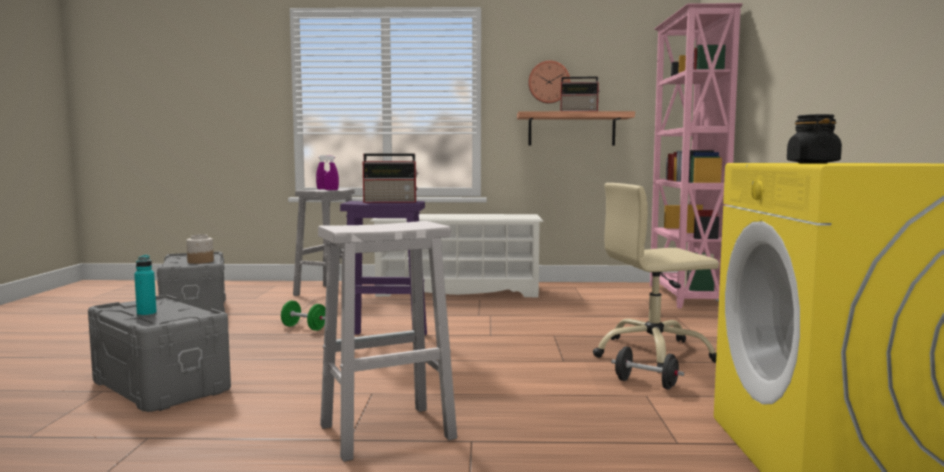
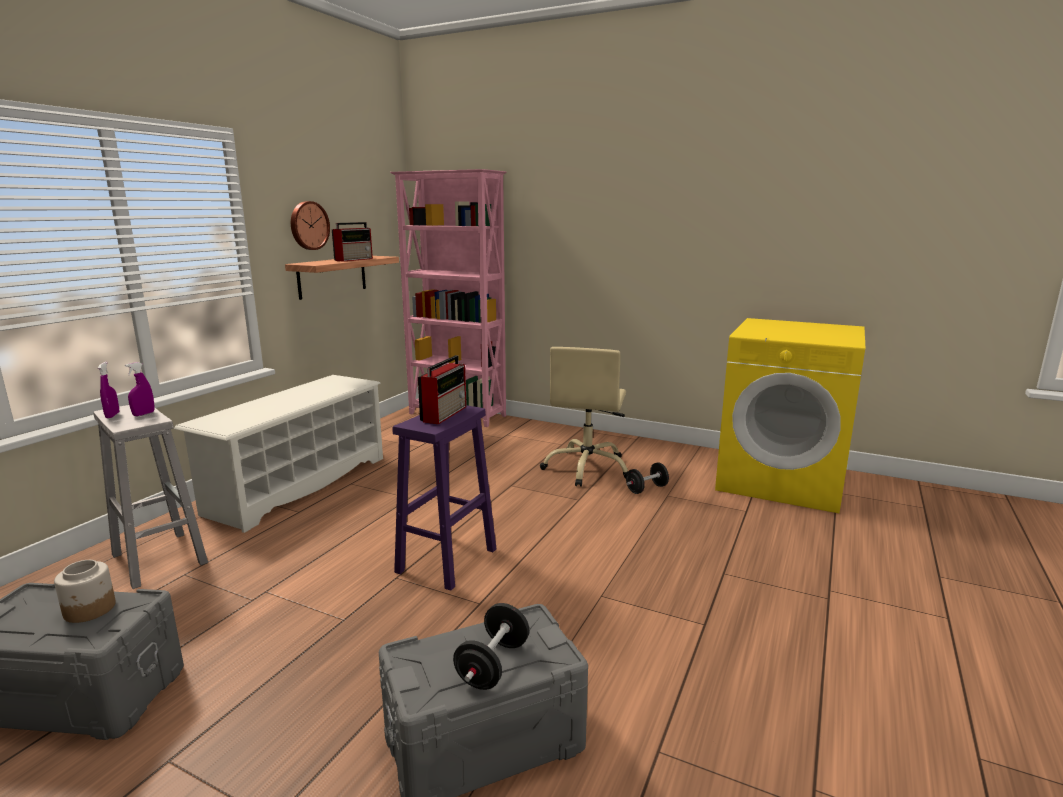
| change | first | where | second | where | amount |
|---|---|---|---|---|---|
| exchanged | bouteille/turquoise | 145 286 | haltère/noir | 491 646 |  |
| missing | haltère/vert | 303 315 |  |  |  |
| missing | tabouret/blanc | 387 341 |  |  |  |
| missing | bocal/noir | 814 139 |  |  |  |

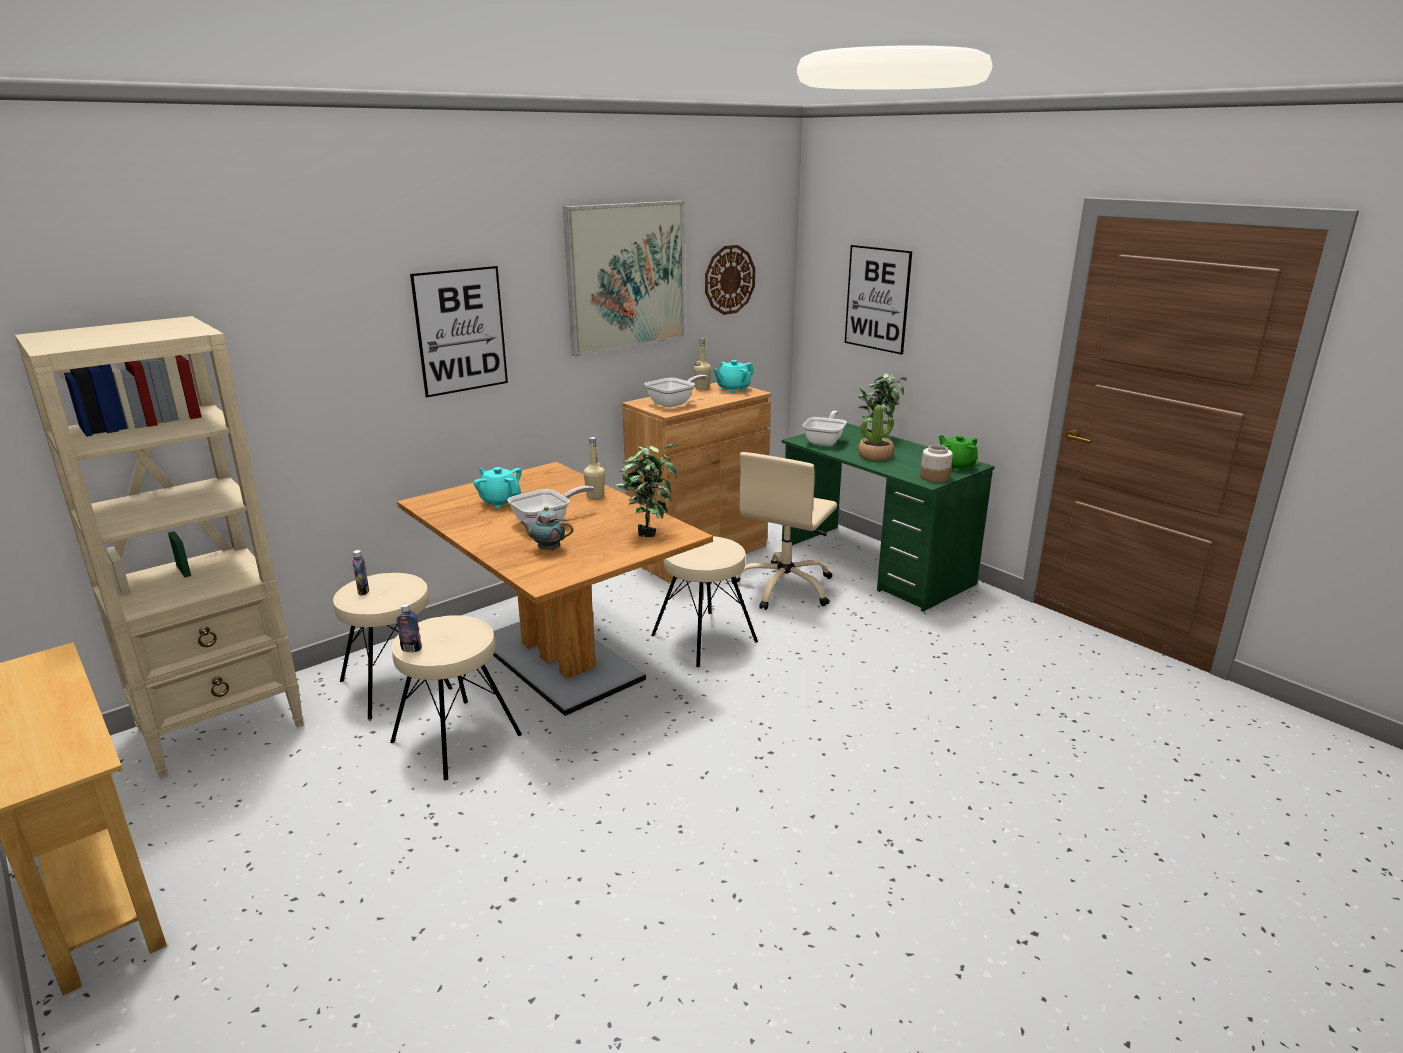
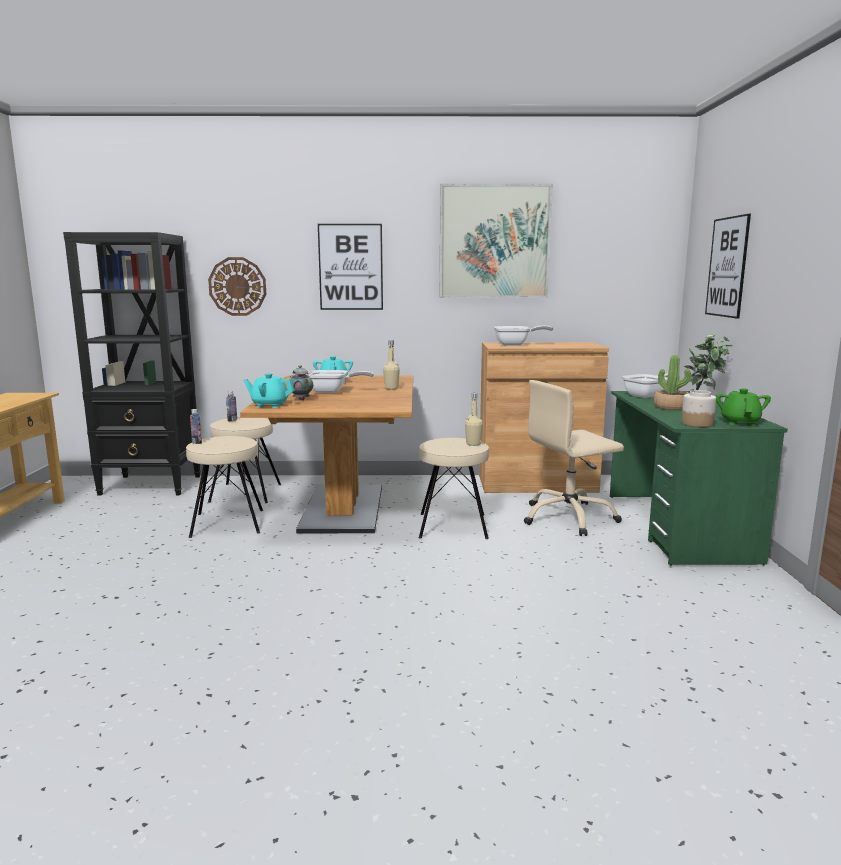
| change | first | where | second | where | amount |
|---|---|---|---|---|---|
| colour | bibliothèque/beige | 159 547 | bibliothèque/noir | 132 364 |  |
| missing | plante en pot | 647 490 |  |  |  |
| relocated | bouteille/beige | 702 364 |  | 474 419 |  |
| relocated | horloge murale | 730 280 |  | 237 286 |  |
| relocated | théière/turquoise | 734 376 |  | 268 390 |  |

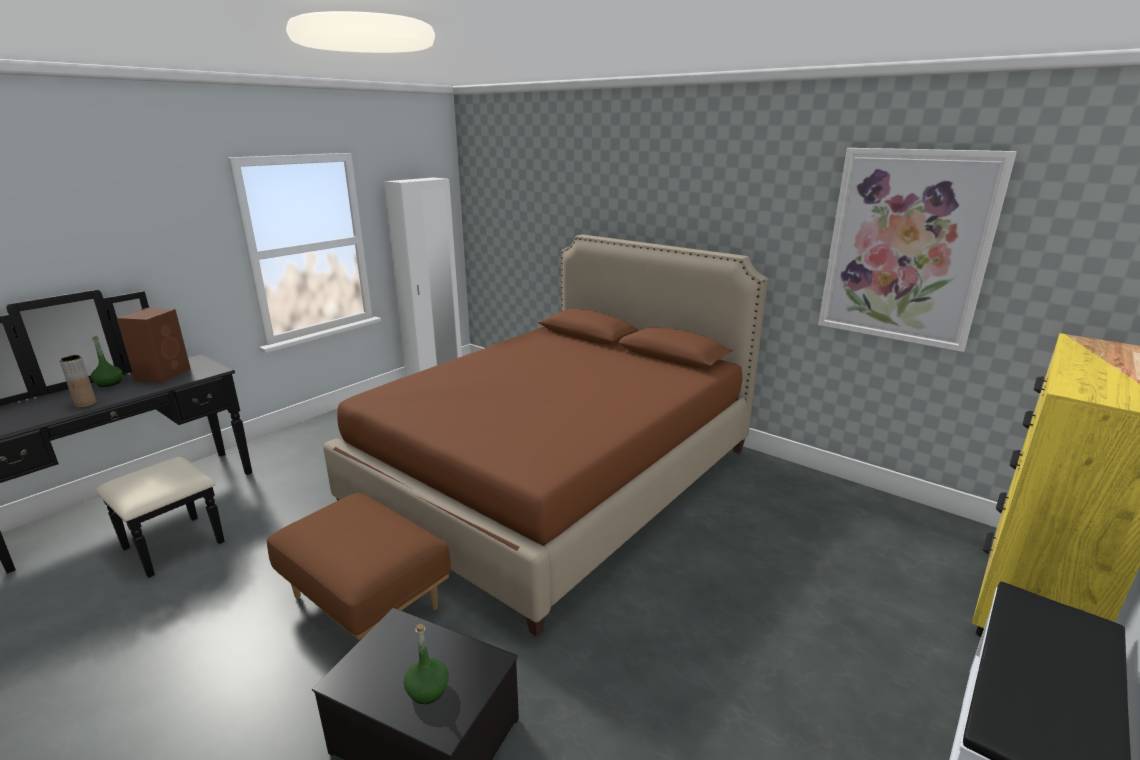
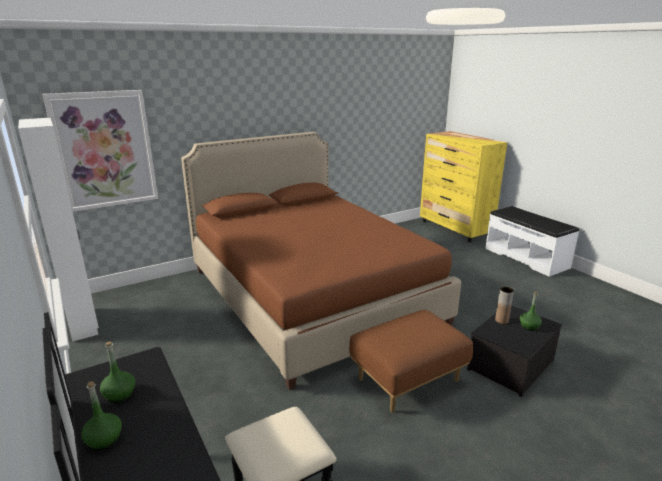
| change | first | where | second | where | amount |
|---|---|---|---|---|---|
| relocated | vase/marron | 77 381 |  | 504 305 |  |
| exchanged | enceinte/marron | 154 345 | bouteille/vert | 117 372 |  |
| relocated | tableau | 917 250 |  | 100 151 |  |

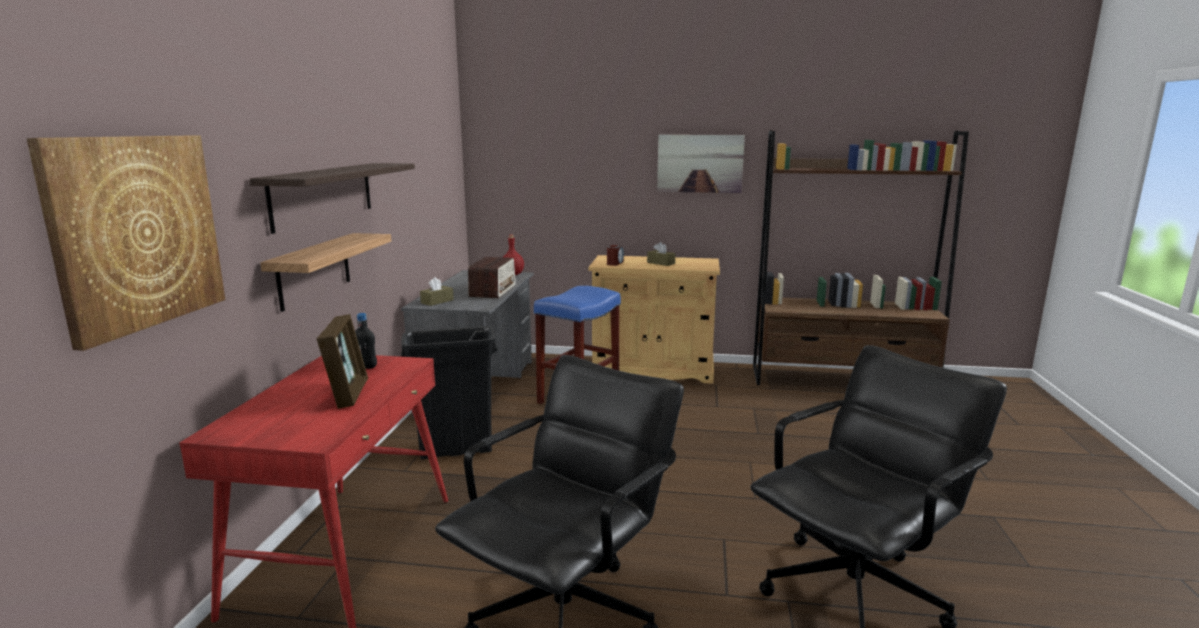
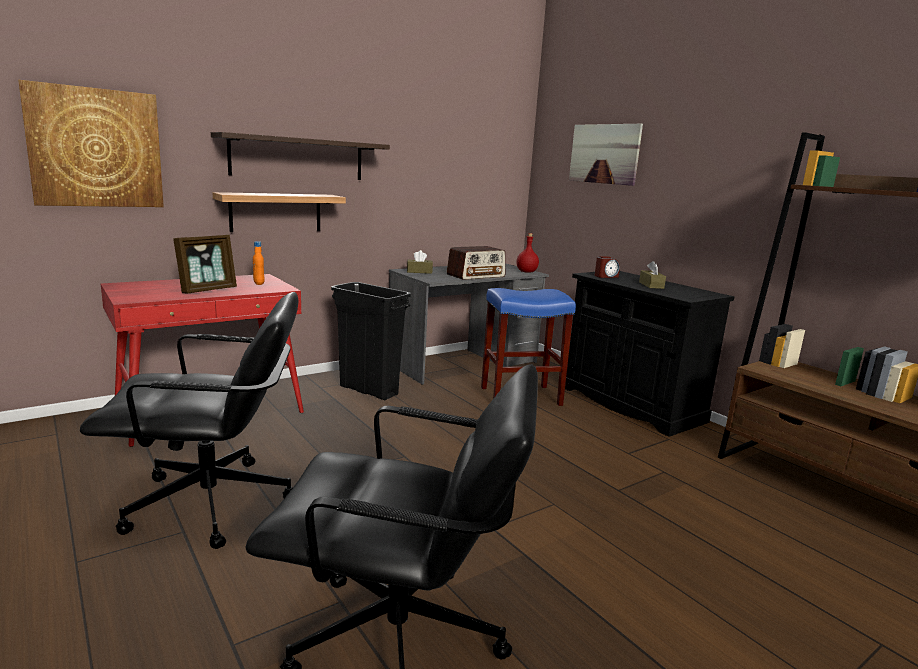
| change | first | where | second | where | amount |
|---|---|---|---|---|---|
| colour | bouteille/noir | 366 341 | bouteille/orange | 259 263 |  |
| colour | meuble de rangement/beige | 654 319 | meuble de rangement/noir | 649 354 |  |
| relocated | tableau | 701 164 |  | 606 155 |  |

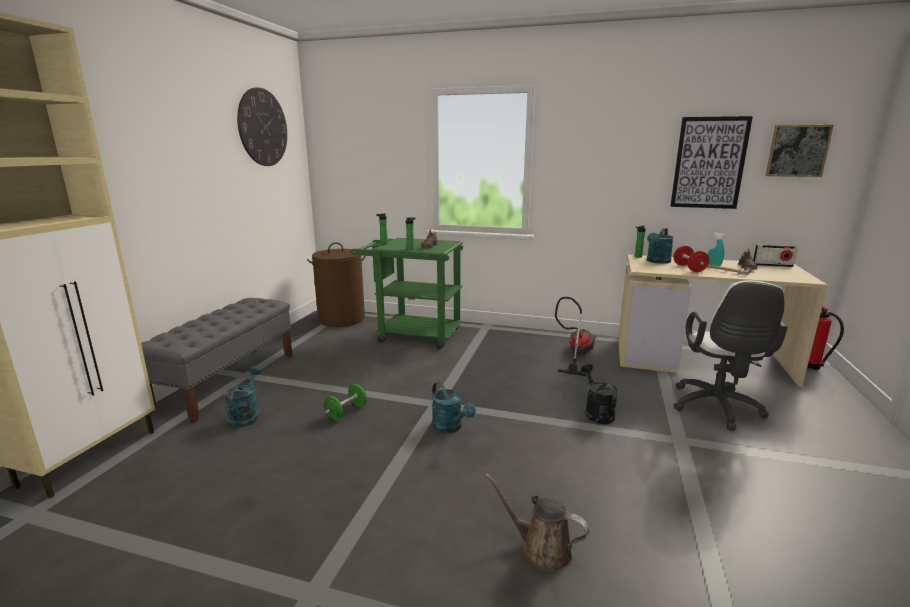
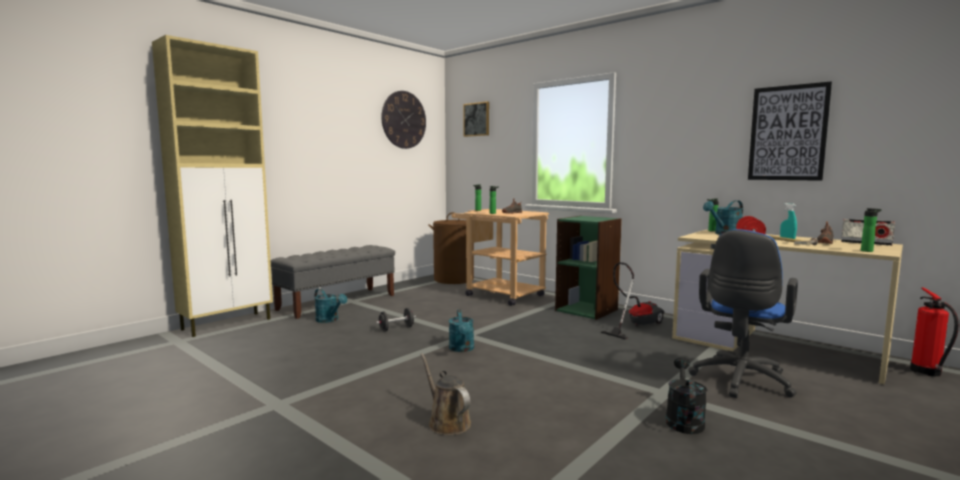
| change | first | where | second | where | amount |
|---|---|---|---|---|---|
| spun | arrosoir/turquoise | 242 397 |  | 331 306 | 105 degrees clockwise |
| colour | haltère/vert | 346 402 | haltère/noir | 396 320 |  |
| colour | chariot/vert | 406 294 | chariot/beige | 500 257 |  |
| relocated | arrosoir/noir | 599 394 |  | 686 396 |  |
| colour | chaise de bureau/blanc | 730 355 | chaise de bureau/bleu | 743 313 |  |
| relocated | tableau | 800 151 |  | 476 119 |  |
| appeared |  |  | bibliothèque/vert | 588 268 |  |
| appeared |  |  | bouteille | 871 230 |  |

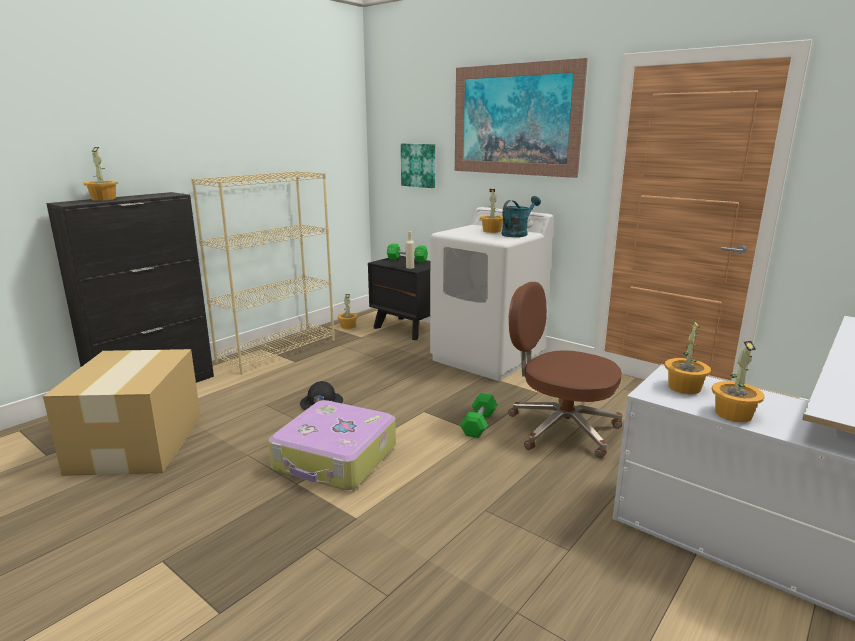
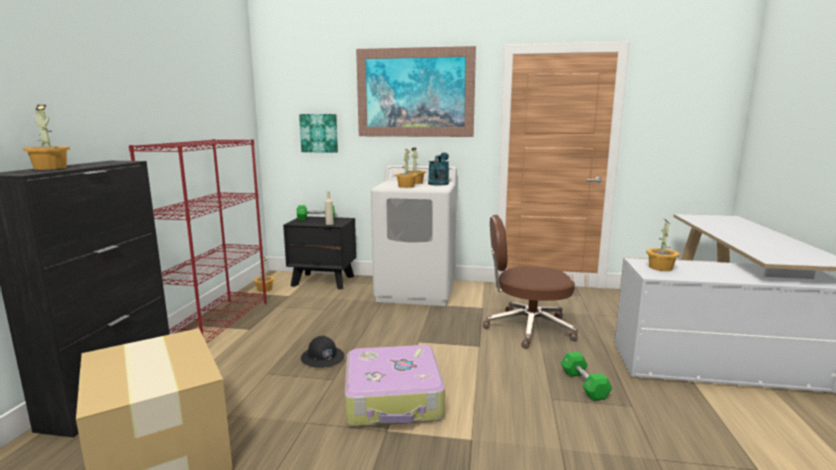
| change | first | where | second | where | amount |
|---|---|---|---|---|---|
| colour | bibliothèque/beige | 263 272 | bibliothèque/rouge | 198 241 |  |
| relocated | haltère/vert | 478 415 |  | 586 376 |  |
| relocated | plante en pot | 738 381 |  | 406 168 |  |

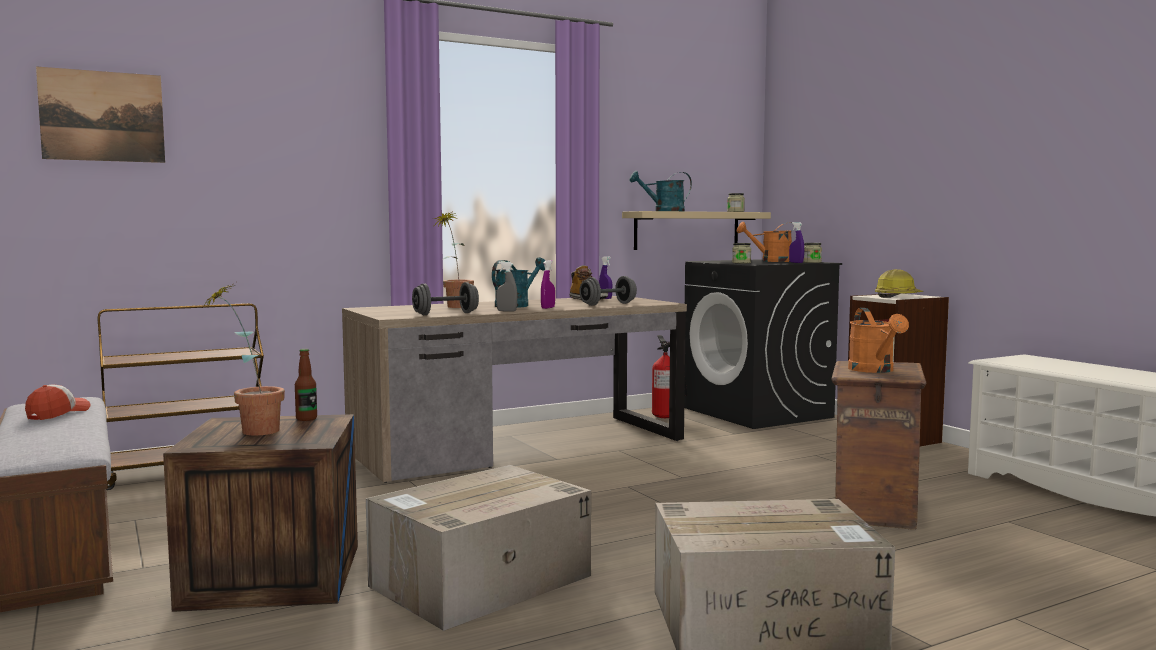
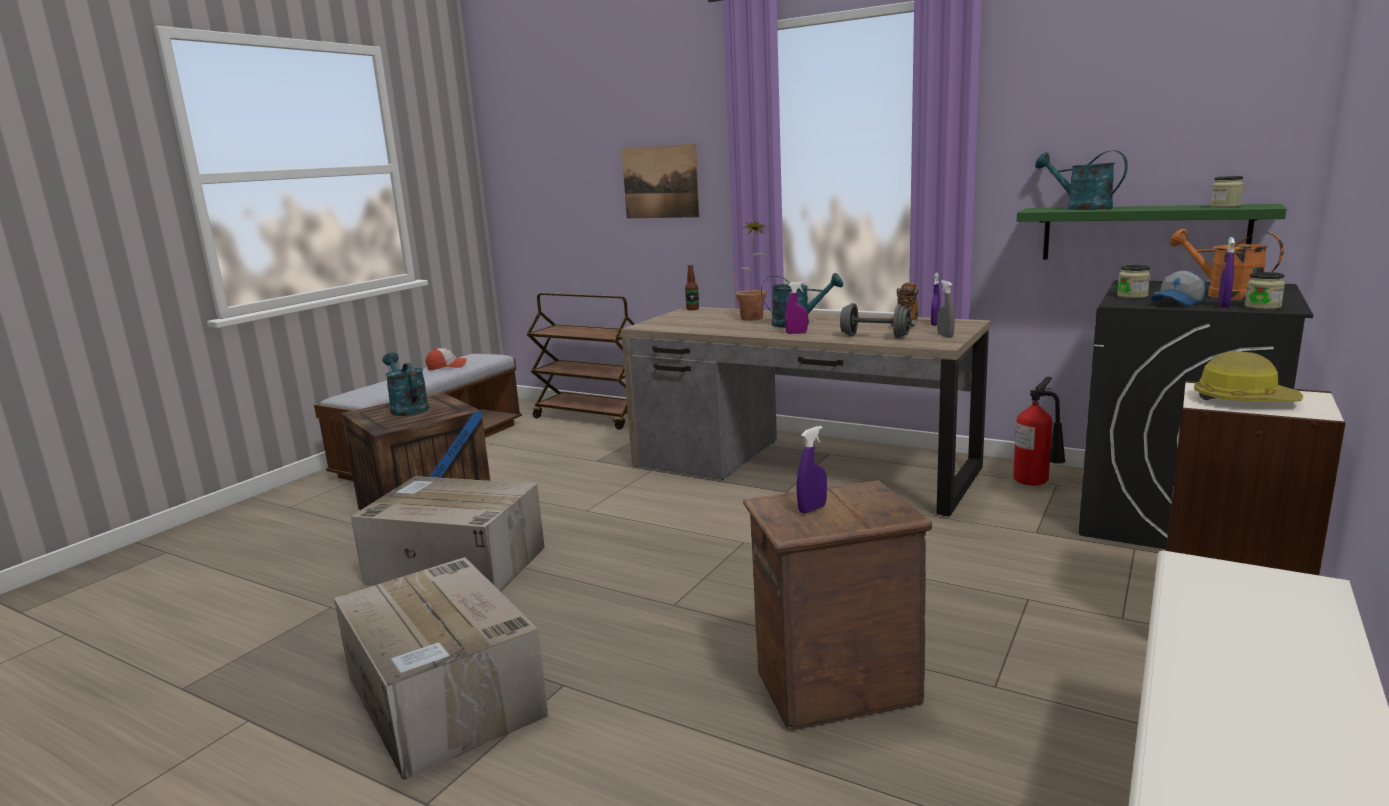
| change | first | where | second | where | amount |
|---|---|---|---|---|---|
| relocated | tableau | 100 114 |  | 661 181 |  |
| exchanged | plante en pot | 245 359 | arrosoir/turquoise | 405 384 |  |
| relocated | bouteille | 306 385 |  | 692 287 |  |
| missing | haltère/gris | 445 298 |  |  |  |
| relocated | vaporisateur/gris | 506 287 |  | 946 309 |  |
| colour | étagère/beige | 696 230 | étagère/vert | 1152 232 |  |
| exchanged | arrosoir/orange | 878 340 | vaporisateur/violet | 811 469 |  |
| appeared |  |  | casquette | 1179 288 |  |

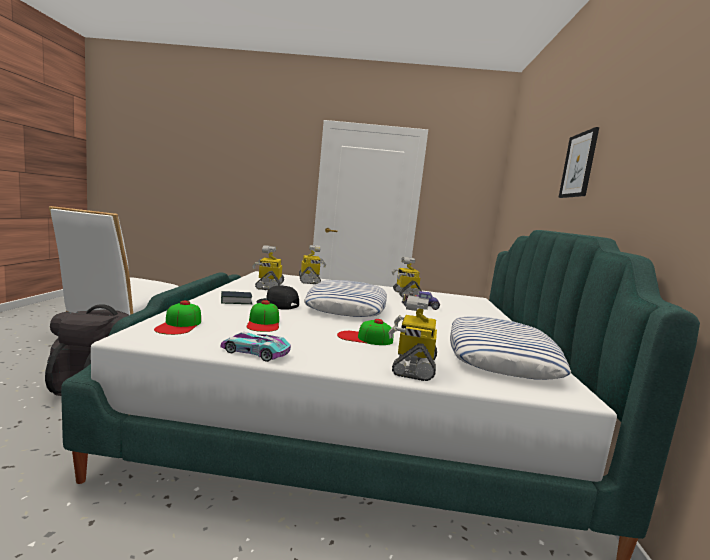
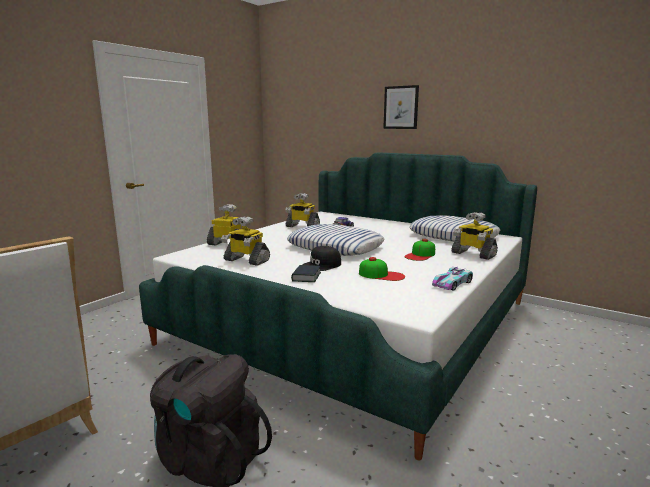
| change | first | where | second | where | amount |
|---|---|---|---|---|---|
| missing | casquette | 177 318 |  |  |  |

